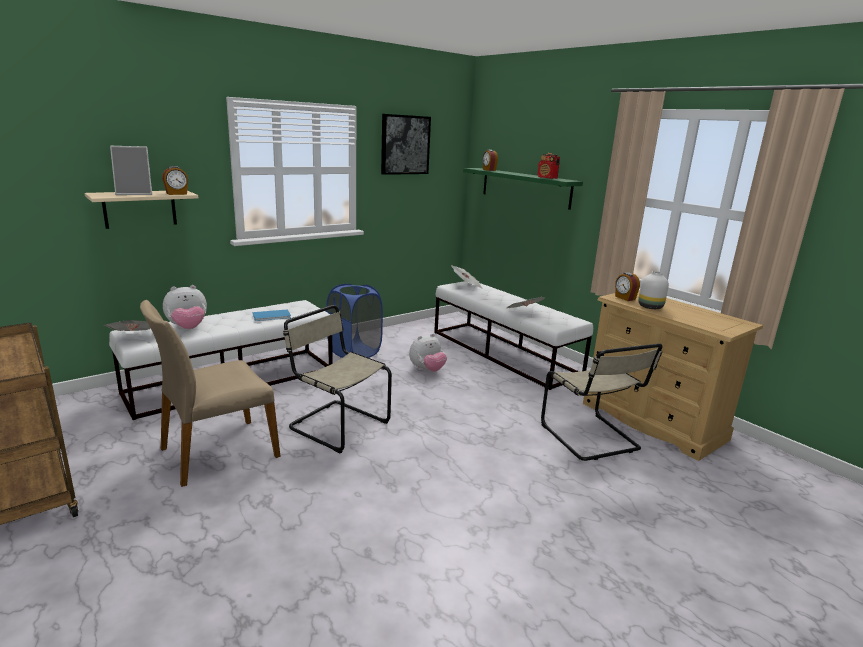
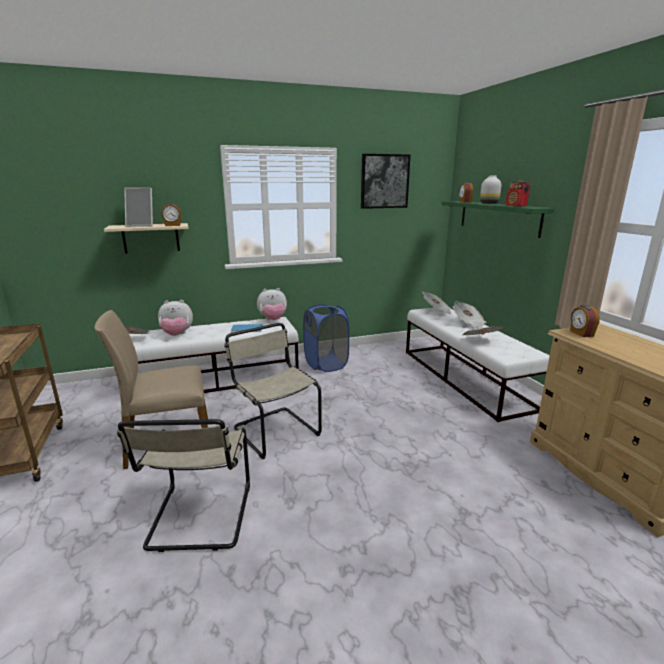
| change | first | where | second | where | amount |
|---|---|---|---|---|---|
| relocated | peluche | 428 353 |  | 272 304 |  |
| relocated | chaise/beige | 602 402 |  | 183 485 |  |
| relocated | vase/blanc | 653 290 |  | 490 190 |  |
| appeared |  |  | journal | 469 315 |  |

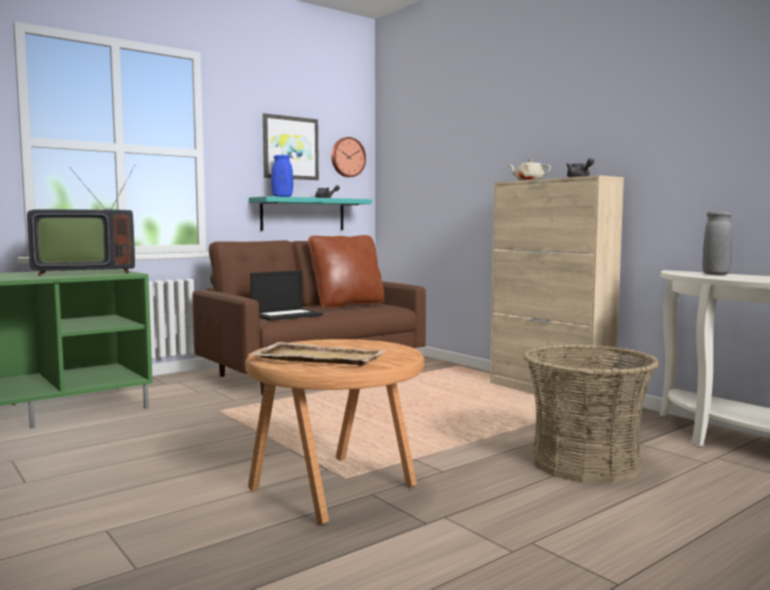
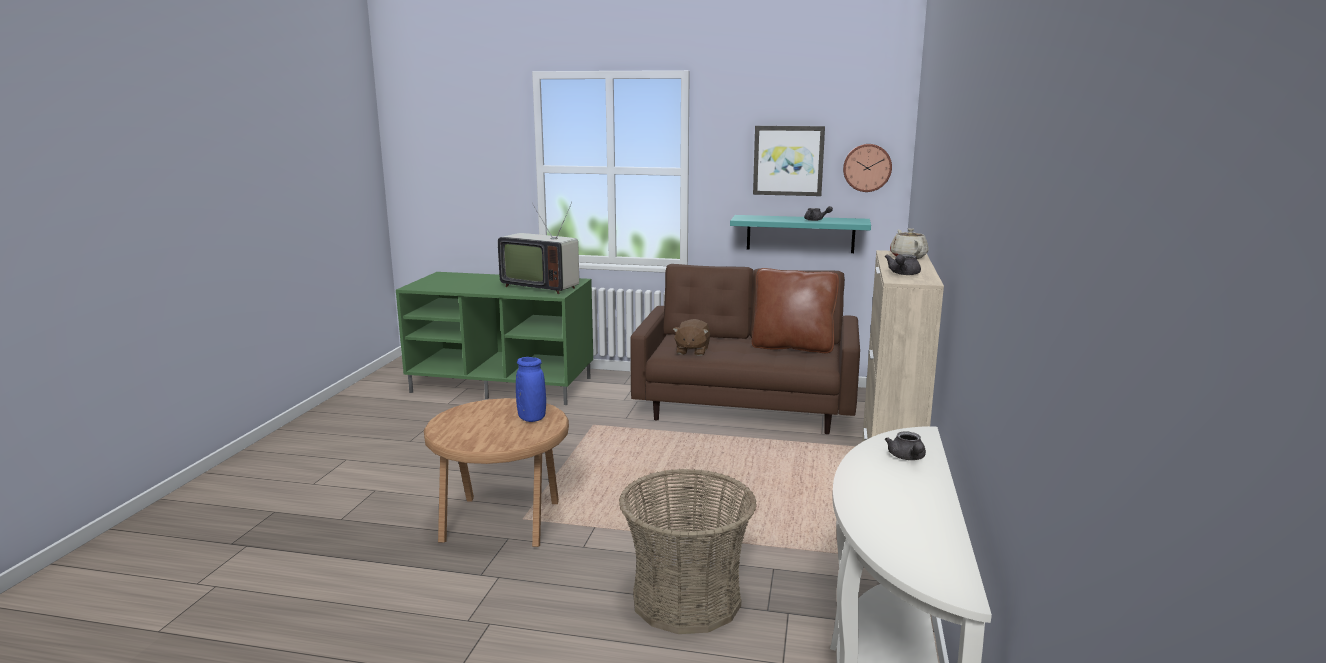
| change | first | where | second | where | amount |
|---|---|---|---|---|---|
| missing | plateau/beige | 317 354 |  |  |  |
| exchanged | ordinateur portable | 286 295 | peluche/marron | 691 337 |  |
| relocated | vase/bleu | 282 176 |  | 531 389 |  |
| exchanged | vase/gris | 717 243 | théière/gris | 905 445 |  |

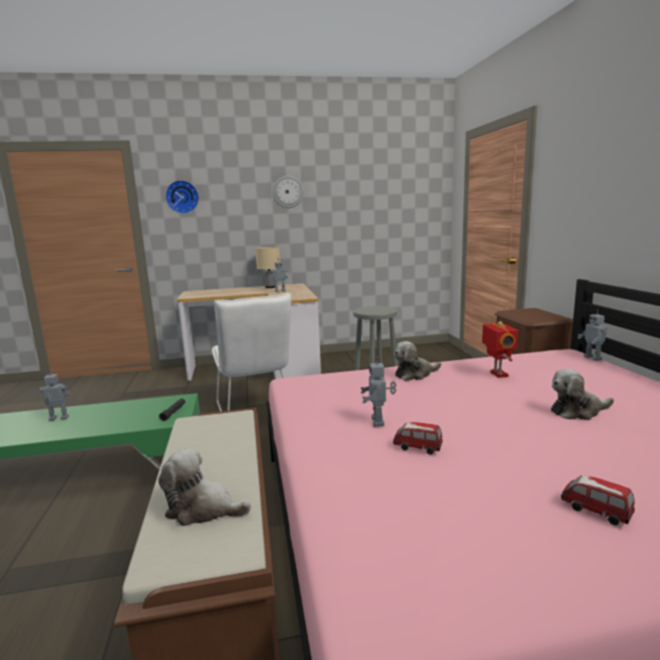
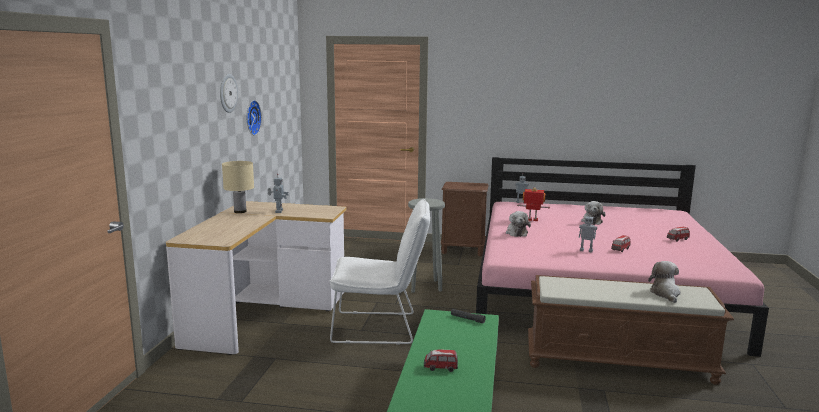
| change | first | where | second | where | amount |
|---|---|---|---|---|---|
| exchanged | robot jouet | 55 395 | petite voiture | 441 361 |  |
| spun | peluche | 204 487 |  | 664 282 | 150 degrees clockwise |
| relocated | horloge murale | 182 197 |  | 254 118 |  |

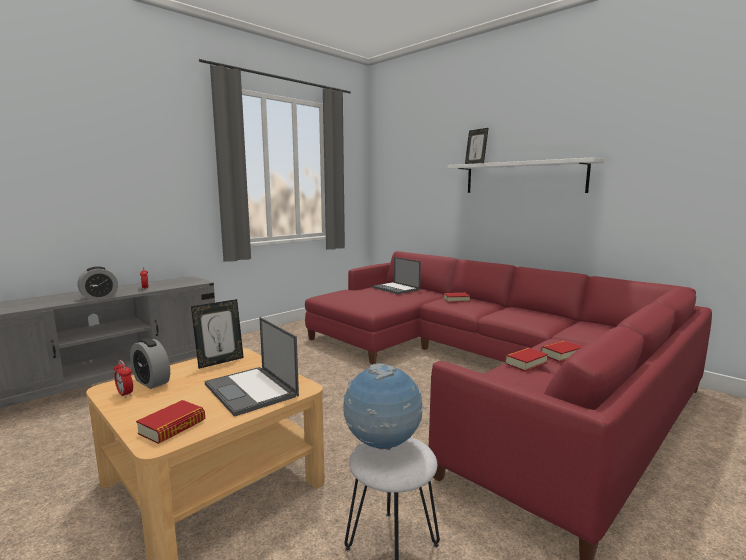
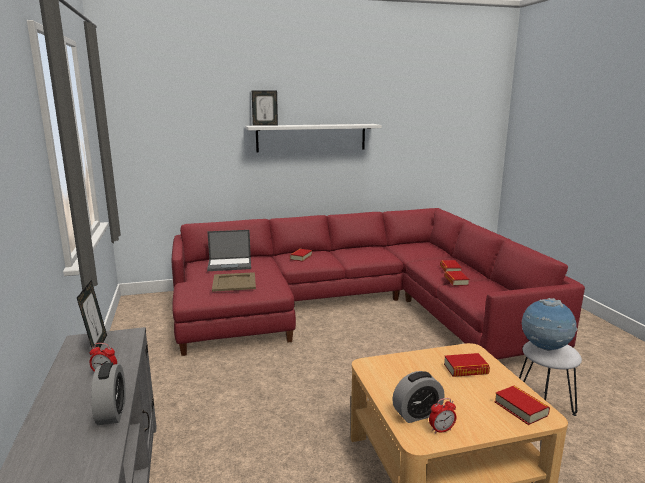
| change | first | where | second | where | amount |
|---|---|---|---|---|---|
| relocated | cadre photo | 217 334 |  | 92 314 |  |
| exchanged | ordinateur portable | 252 367 | livre | 467 365 |  |
| appeared |  |  | plateau/beige | 234 282 |  |

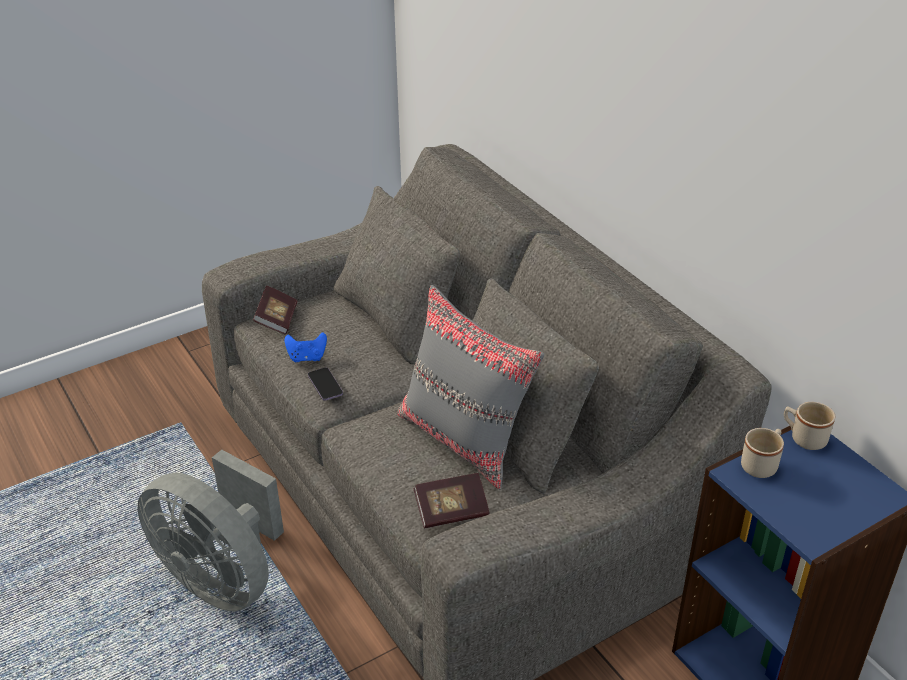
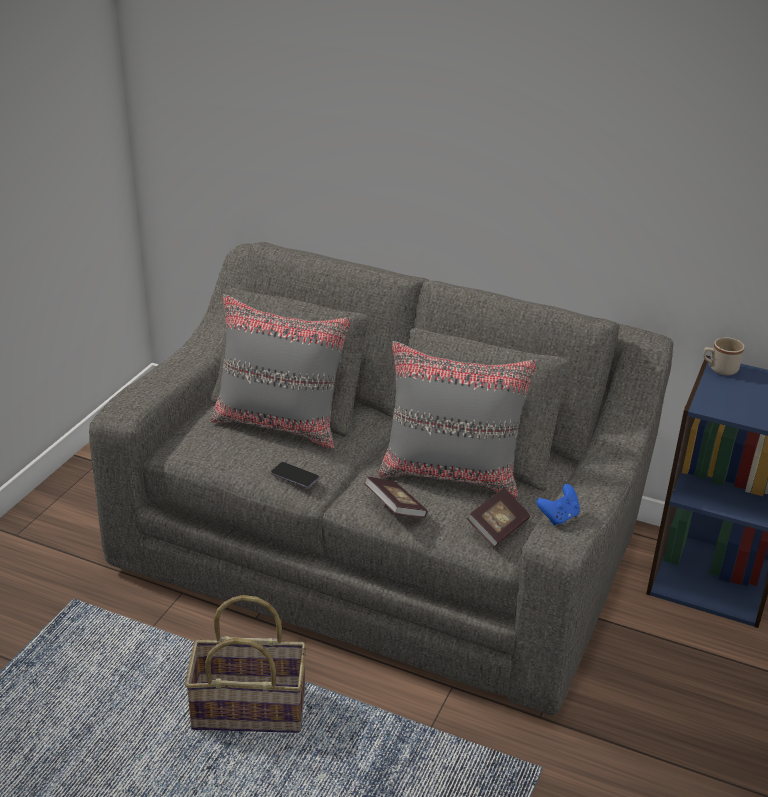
| change | first | where | second | where | amount |
|---|---|---|---|---|---|
| exchanged | ventilateur/gris | 211 530 | panier | 245 664 |  |
| relocated | livre | 275 309 |  | 396 497 |  |
| relocated | manette/bleu | 306 347 |  | 558 505 |  |
| missing | mug/beige | 762 453 |  |  |  |
| appeared |  |  | coussin/gris | 281 371 |  |

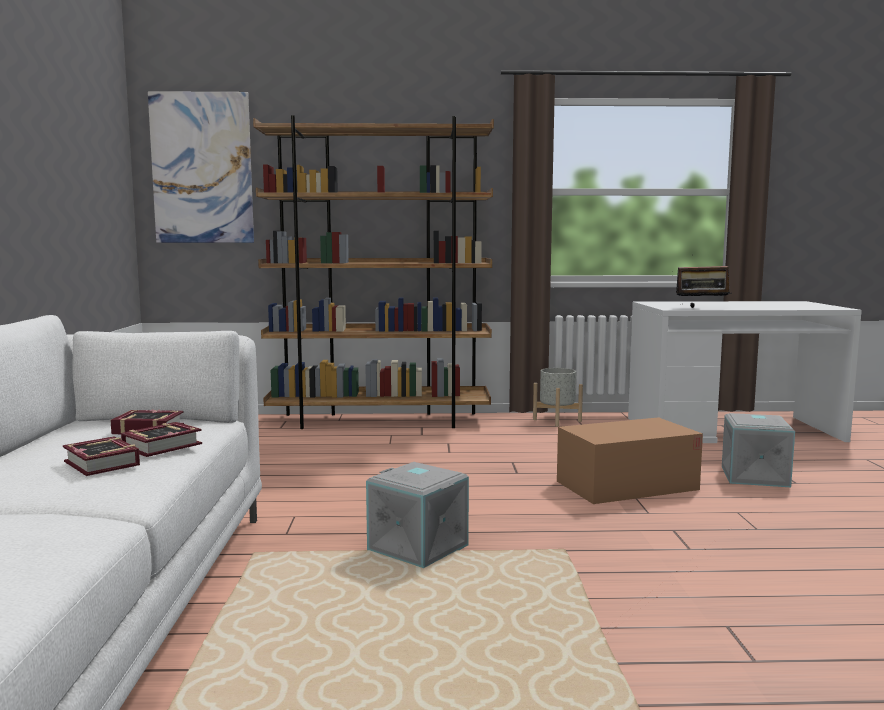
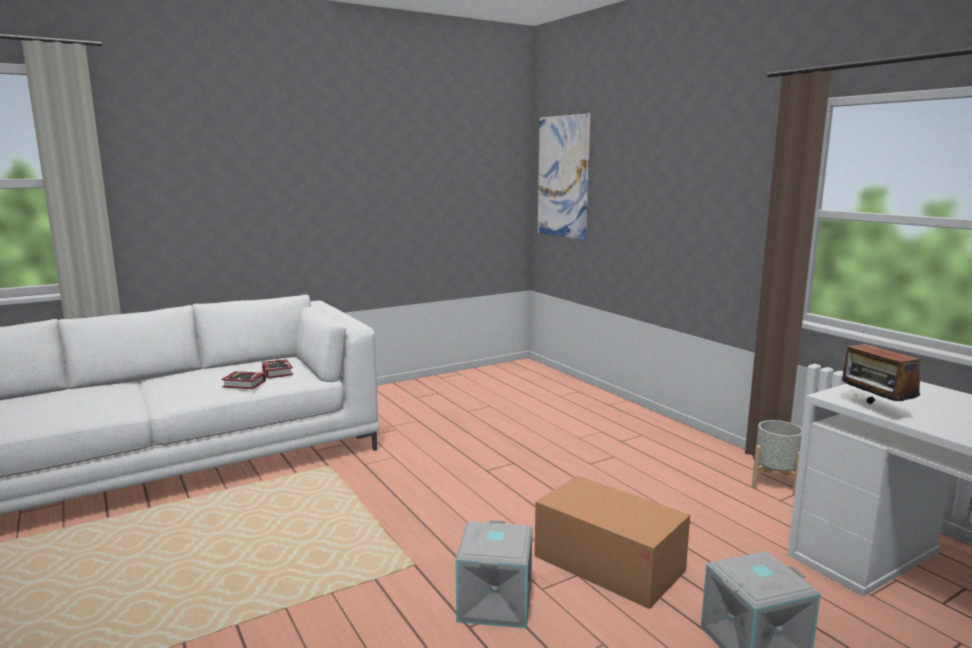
| change | first | where | second | where | amount |
|---|---|---|---|---|---|
| missing | livre | 101 456 |  |  |  |
| missing | bibliothèque/marron | 373 272 |  |  |  |
| relocated | boîte de rangement/gris | 417 515 |  | 494 574 |  |

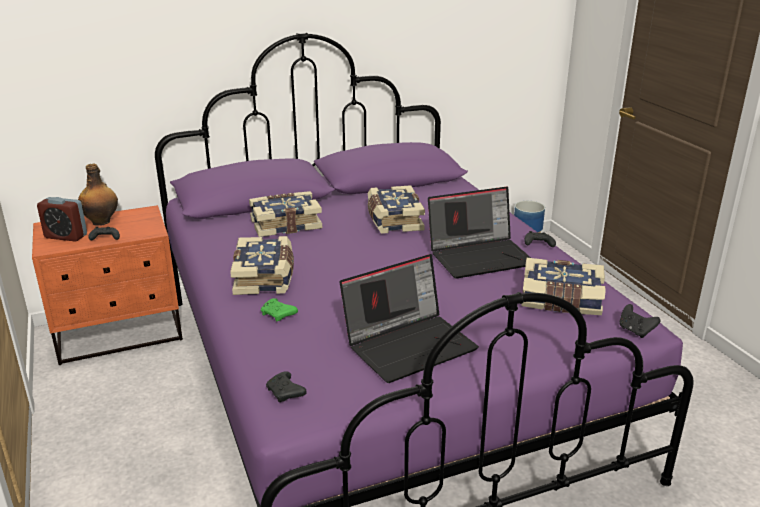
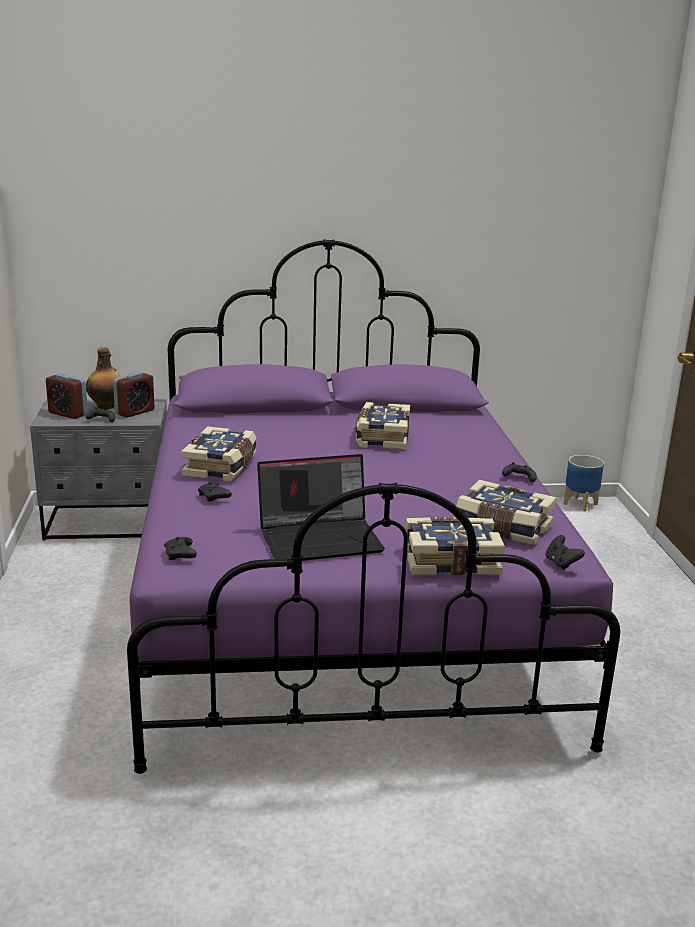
| change | first | where | second | where | amount |
|---|---|---|---|---|---|
| colour | table de chevet/orange | 107 285 | table de chevet/gris | 98 470 |  |
| relocated | livre | 285 214 |  | 455 546 |  |
| colour | manette/vert | 279 309 | manette/noir | 215 491 |  |
| missing | ordinateur portable | 479 233 |  |  |  |
| appeared |  |  | réveil | 134 395 |  |

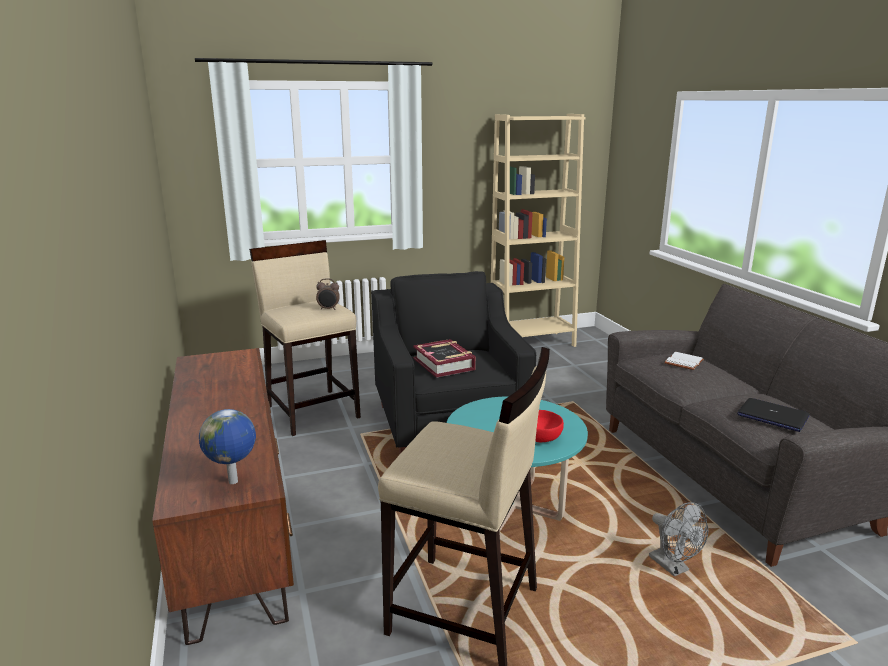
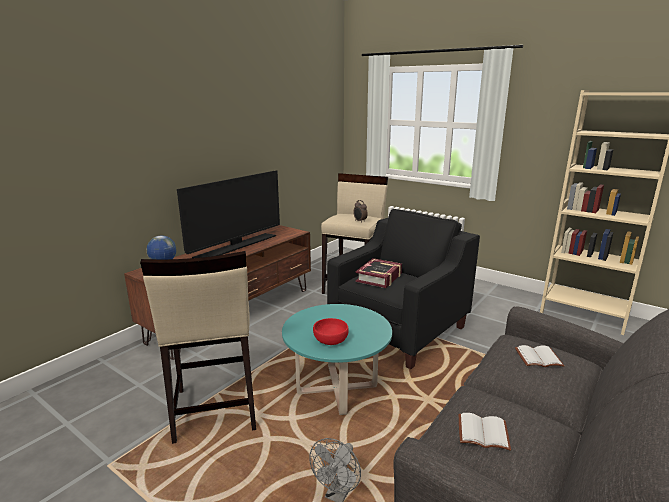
| change | first | where | second | where | amount |
|---|---|---|---|---|---|
| exchanged | ordinateur portable | 773 415 | livre/blanc | 485 432 |  |
| appeared |  |  | téléviseur | 228 214 |  |

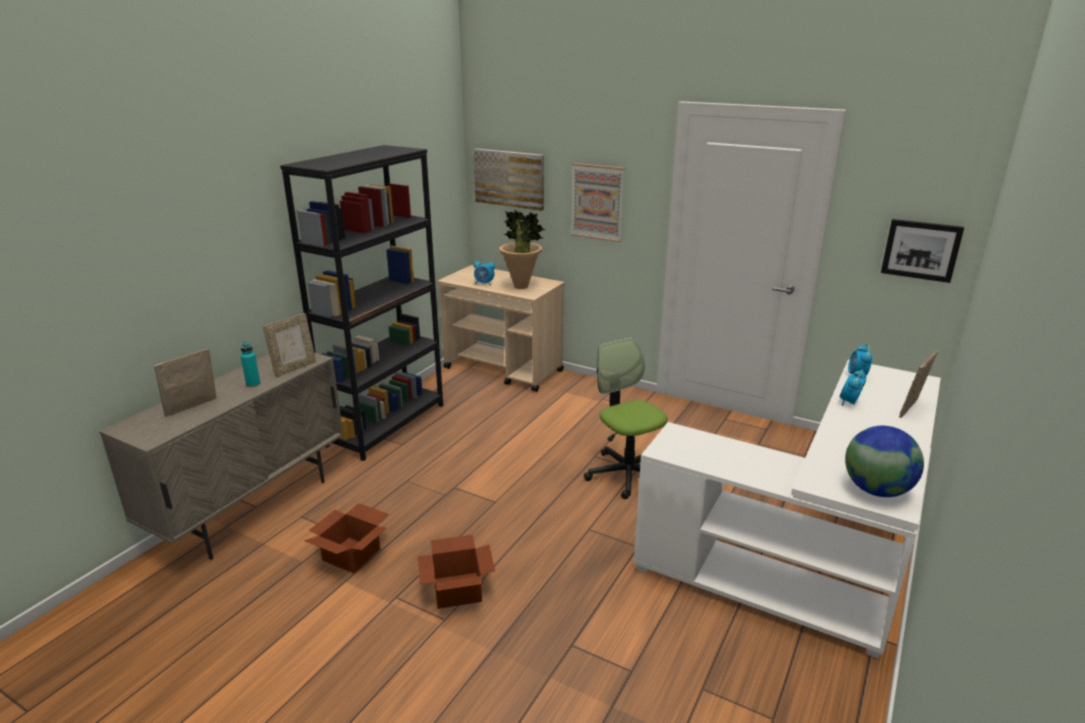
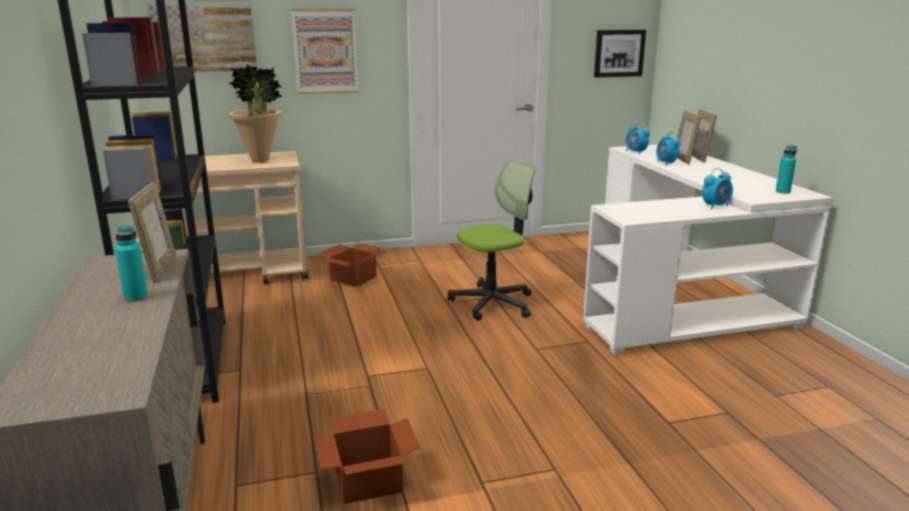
| change | first | where | second | where | amount |
|---|---|---|---|---|---|
| relocated | cadre photo | 185 383 |  | 689 137 |  |
| relocated | carton | 456 572 |  | 352 265 |  |
| relocated | réveil | 484 272 |  | 717 188 |  |
| spun | chaise de bureau | 626 418 |  | 491 240 | 135 degrees clockwise |
| exchanged | globe | 884 461 | bouteille/turquoise | 786 169 |  |

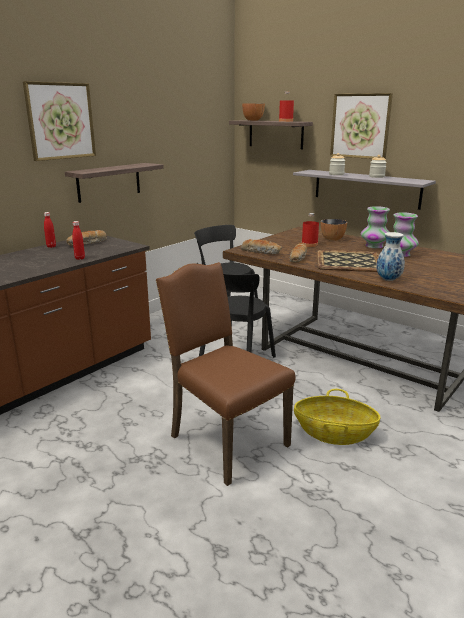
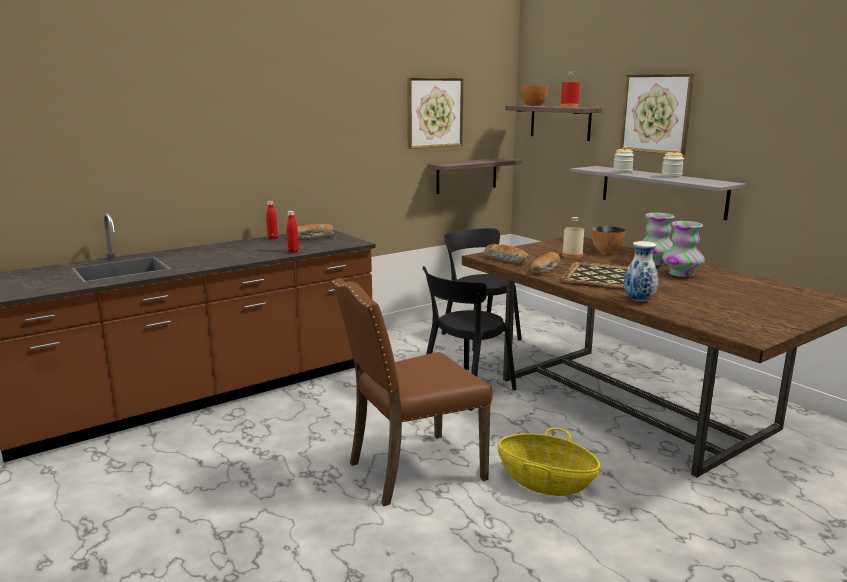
| change | first | where | second | where | amount |
|---|---|---|---|---|---|
| relocated | tableau | 59 121 |  | 435 113 |  |
| relocated | étagère | 114 183 |  | 474 176 |  |
| spun | chaise/marron | 226 374 |  | 412 392 | 90 degrees counterclockwise |
| colour | bouteille/rouge | 310 230 | bouteille/beige | 573 237 |  |

